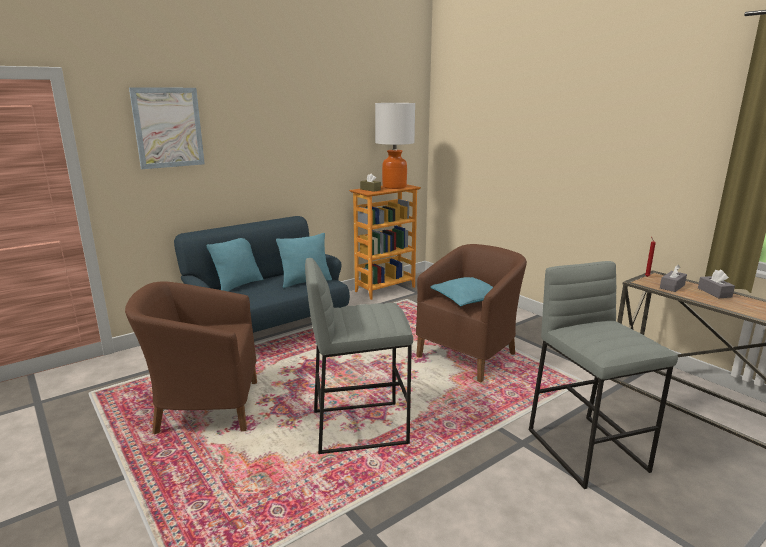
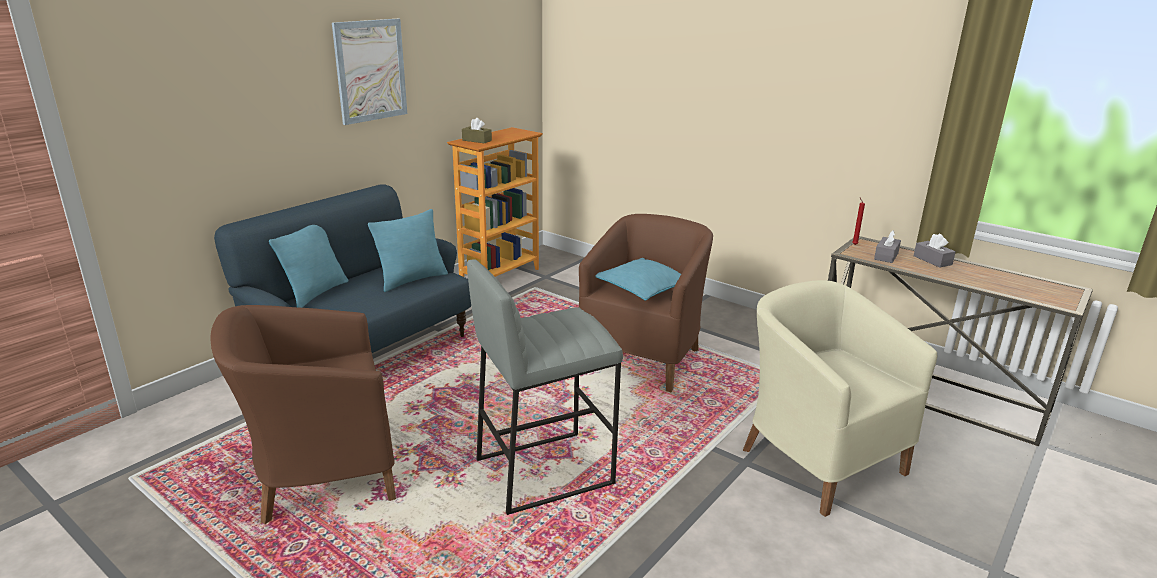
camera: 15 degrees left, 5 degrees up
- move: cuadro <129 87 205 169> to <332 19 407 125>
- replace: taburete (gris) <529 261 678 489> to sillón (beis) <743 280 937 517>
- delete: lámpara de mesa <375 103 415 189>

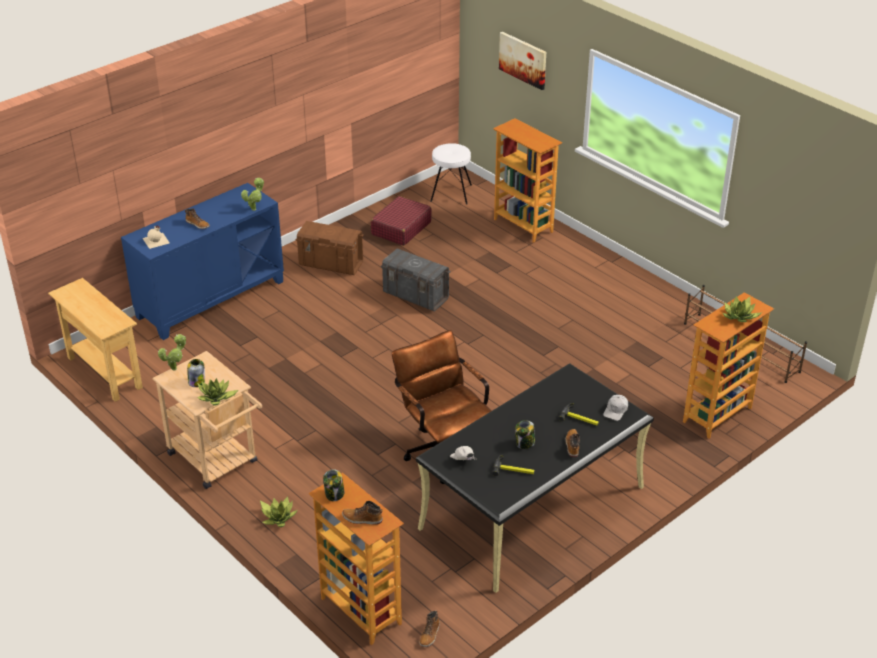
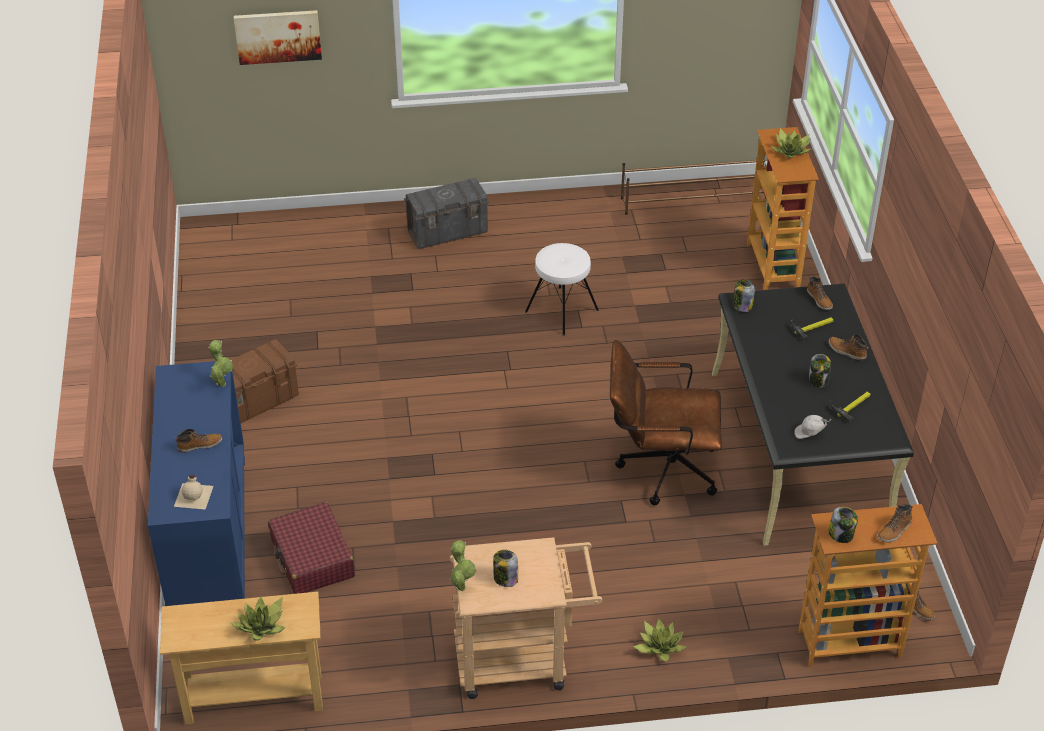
camera: 55 degrees left, 5 degrees up
- move: planta en maceta <197 378 238 405> to <231 597 286 641>
- move: maleta (rojo) <371 196 432 246> to <268 502 355 594>
- move: caja de almacenaje (gris) <381 248 451 312> to <404 178 489 249>
- move: taburete (blanco) <430 143 472 204> to <525 243 599 336>
- insert: tarro <733 279 755 312>
- replace: gorra (blanco) <603 395 628 421> to bota <807 276 833 310>
- delete: estantería <493 119 562 243>

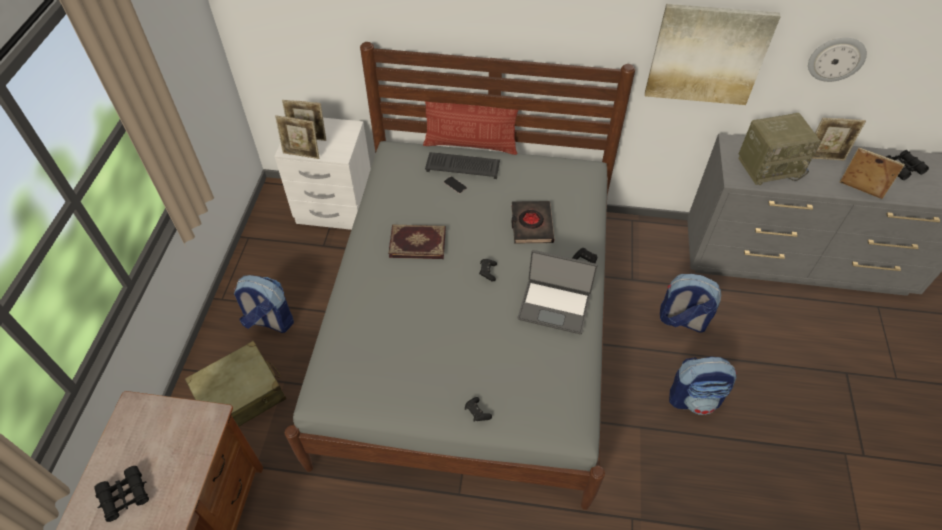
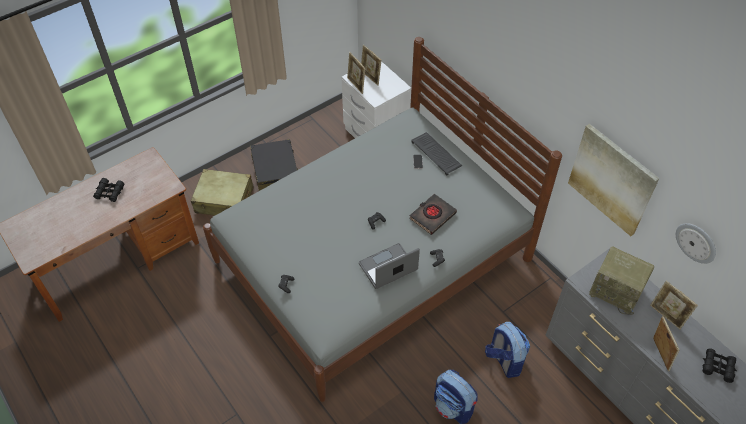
camera: 45 degrees right, 0 degrees up
- replace: mochila <234 275 294 333> to maleta (negro) <250 139 298 191>
- rotate: portátil <518 250 598 334> = <359 243 420 289> 90 degrees clockwise
- delete: libro <388 225 446 259>
- delete: cojín <423 102 519 155>

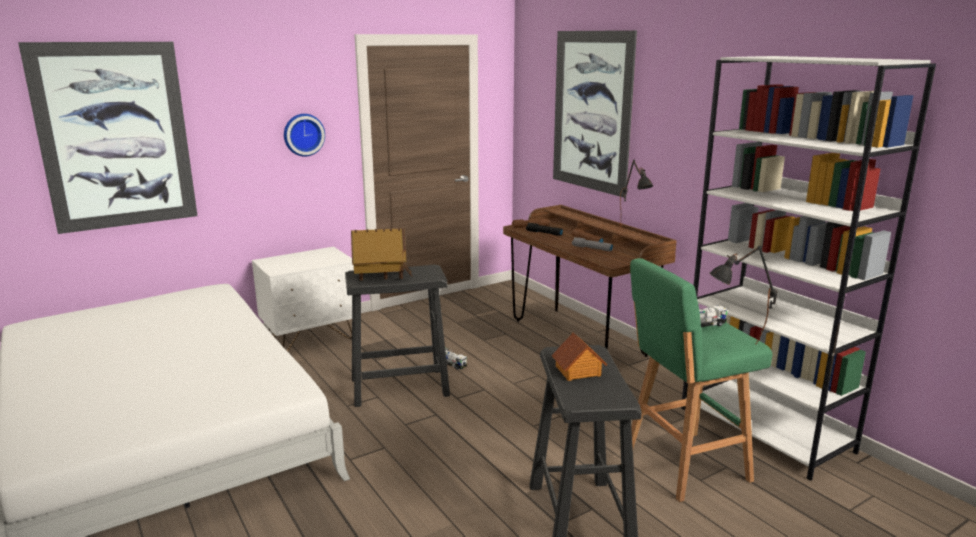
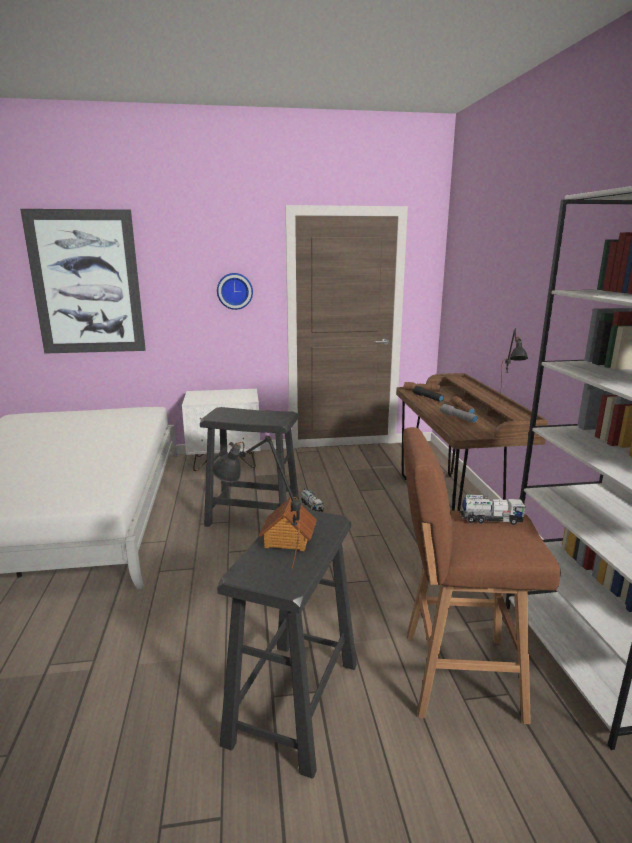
camera: 25 degrees right, 0 degrees up
- move: lámpara de mesa (negro) <709 245 778 344> to <211 435 301 569>
- recolor: taburete (verde) <630 258 772 502> to taburete (marrón) <403 427 561 724>
- delete: casita <351 228 412 281>
- delete: cuadro <553 30 637 197>

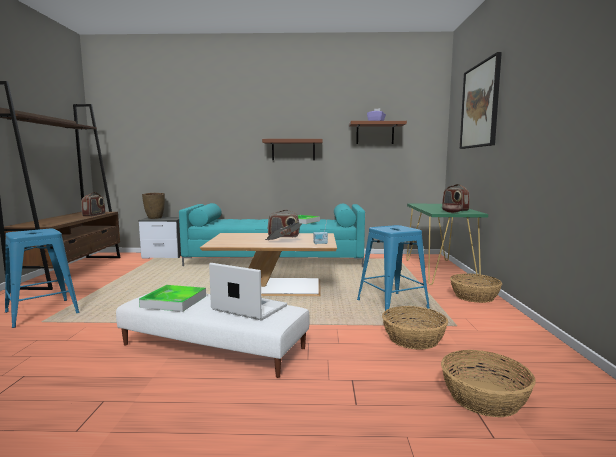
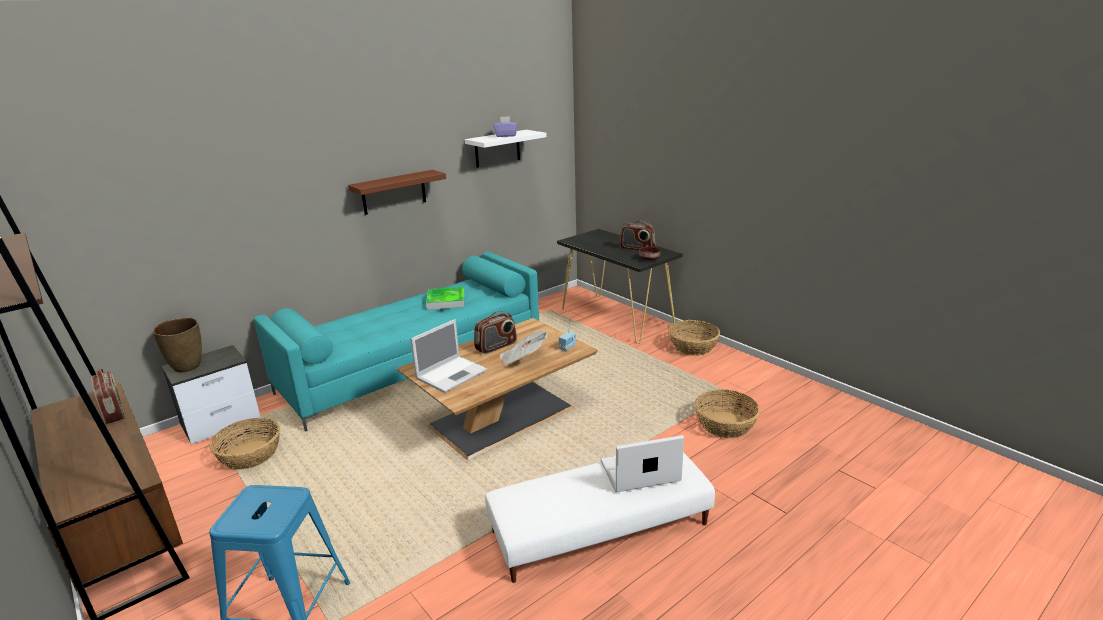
camera: 40 degrees left, 15 degrees up
- move: cesta <441 350 536 417> to <209 418 280 470>
- insert: portátil <410 319 487 393>
- recolor: estante (marrón) <349 121 407 144> to estante (blanco) <465 130 547 168>
- recolor: mesa consola (verde) <406 204 488 285> to mesa consola (negro) <557 229 682 344>
- delete: bandeja <139 285 206 312>
- delete: taburete (azul) <357 225 430 312>
- delete: cuadro <460 52 502 149>

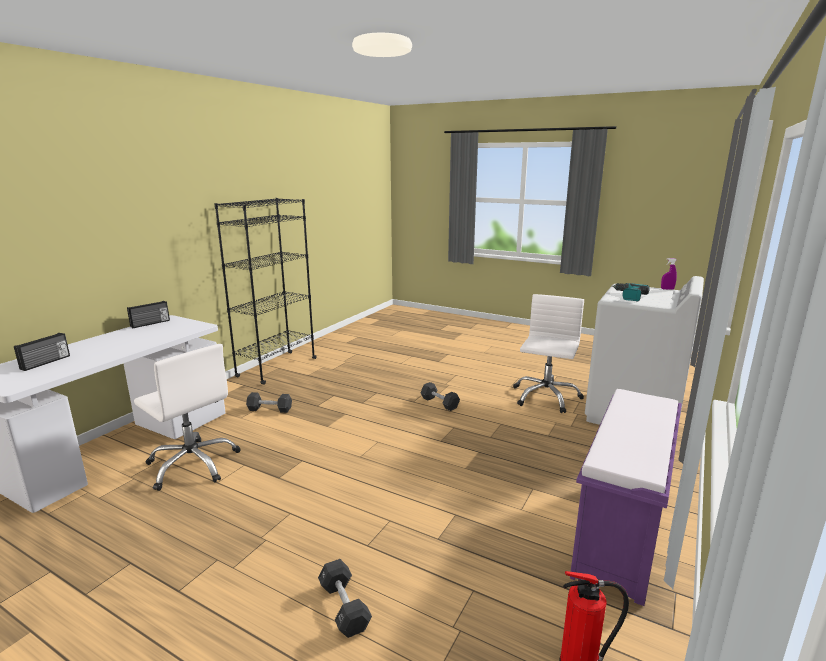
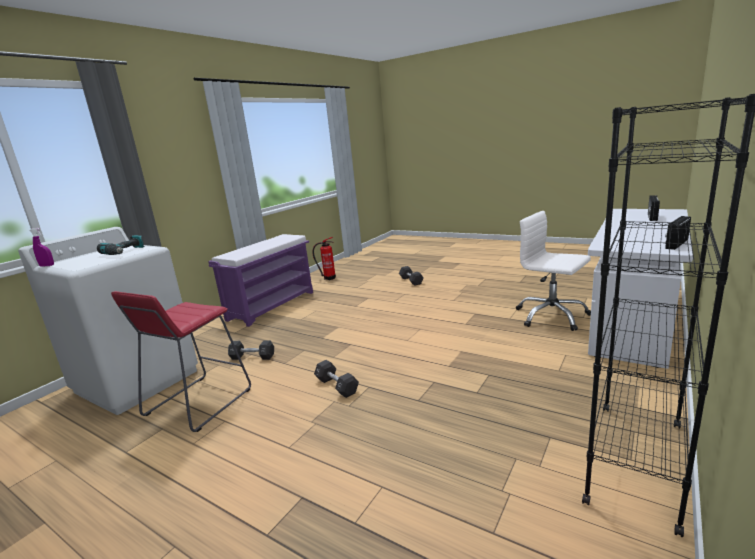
camera: 175 degrees left, 0 degrees up
- replace: silla de oficina (blanco) <513 294 584 413> to taburete (rojo) <111 291 251 432>
- move: mancuerna (negro) <246 392 292 413> to <228 340 274 360>

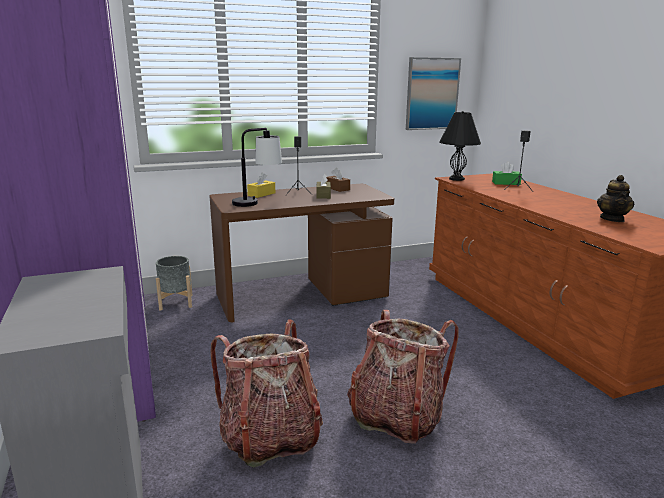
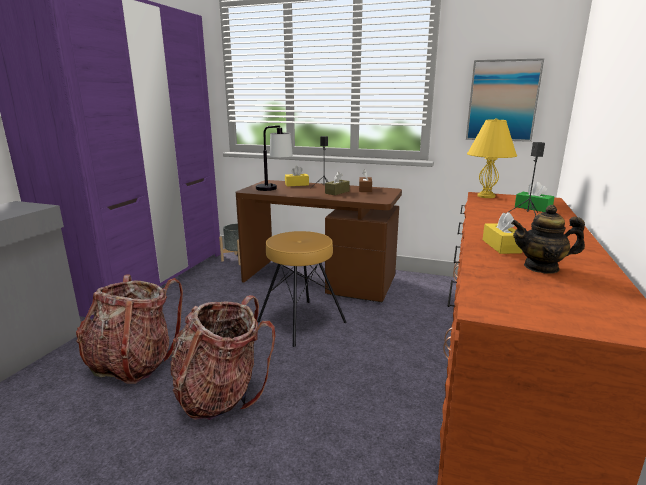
camera: 40 degrees right, 0 degrees up
- insert: taburete (marrón) <257 231 347 347>
- recolor: lámpara de mesa (negro) <439 111 481 181> to lámpara de mesa (amarillo) <467 118 517 198>
- insert: caja de pañuelos (amarillo) <482 212 522 254>
- rotate: tetera <597 175 634 222> = <511 205 585 274> 45 degrees clockwise

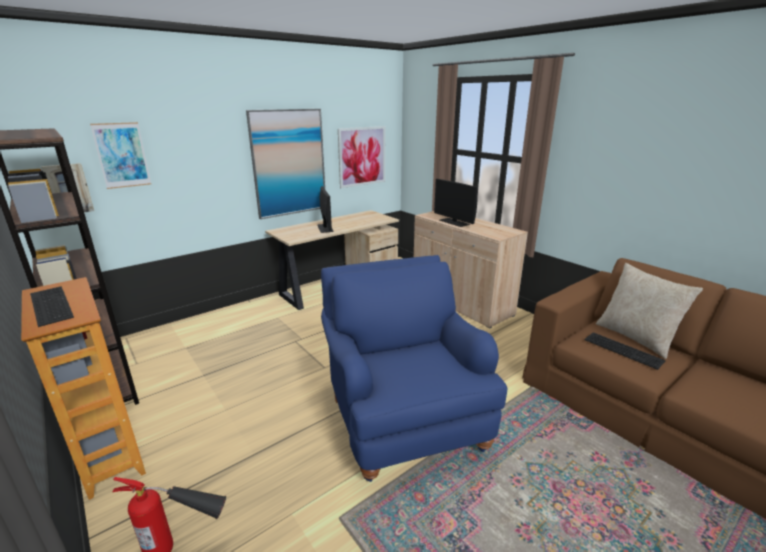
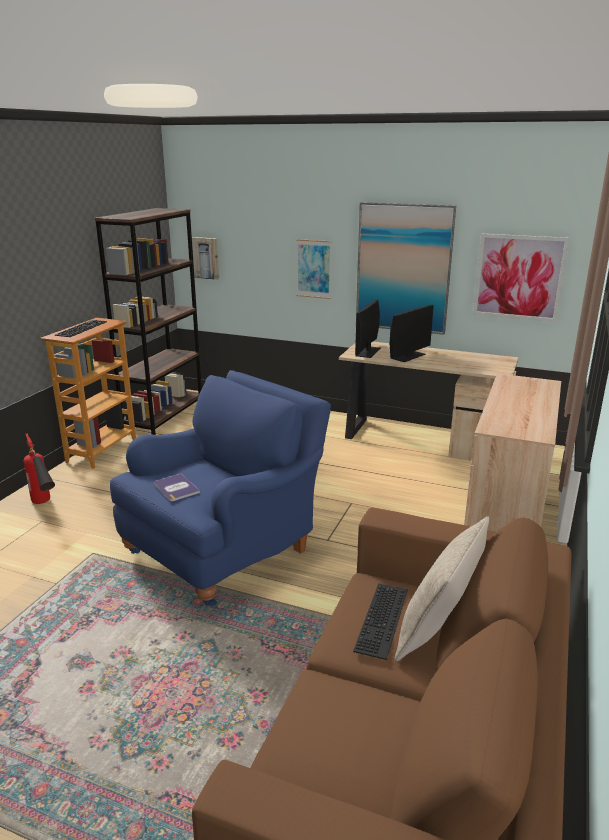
camera: 60 degrees right, 0 degrees up
- insert: libro <154 474 200 501>
- move: cuadro <90 122 151 189> to <296 239 332 299>
- move: monitor <434 179 478 227> to <355 299 381 358>

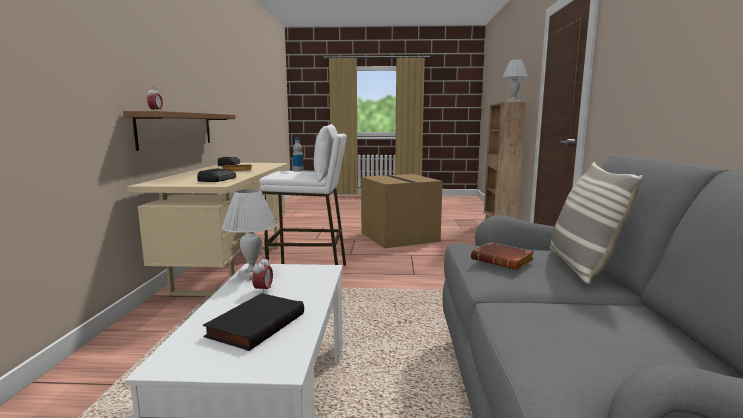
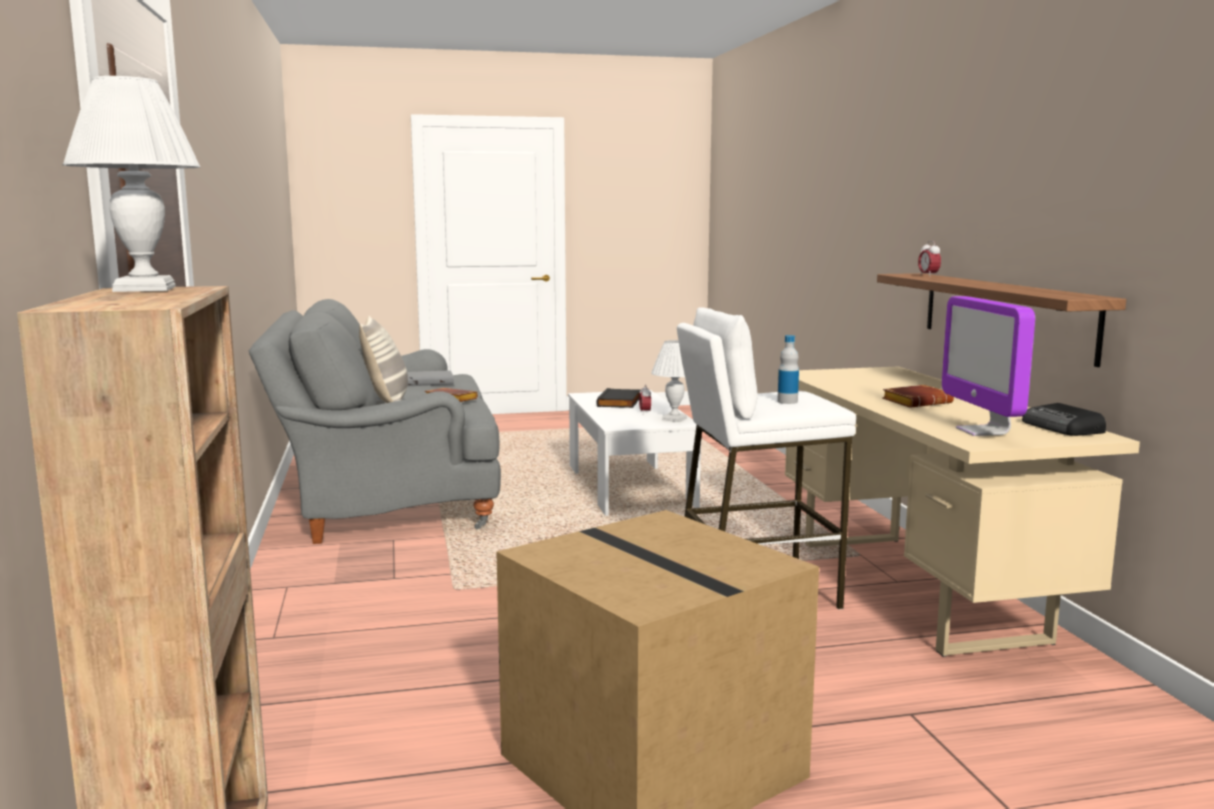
camera: 165 degrees right, 0 degrees up
- insert: libro (gris) <407 370 454 386>
- insert: monitor <942 296 1035 436>
- delete: radio <197 168 236 182>

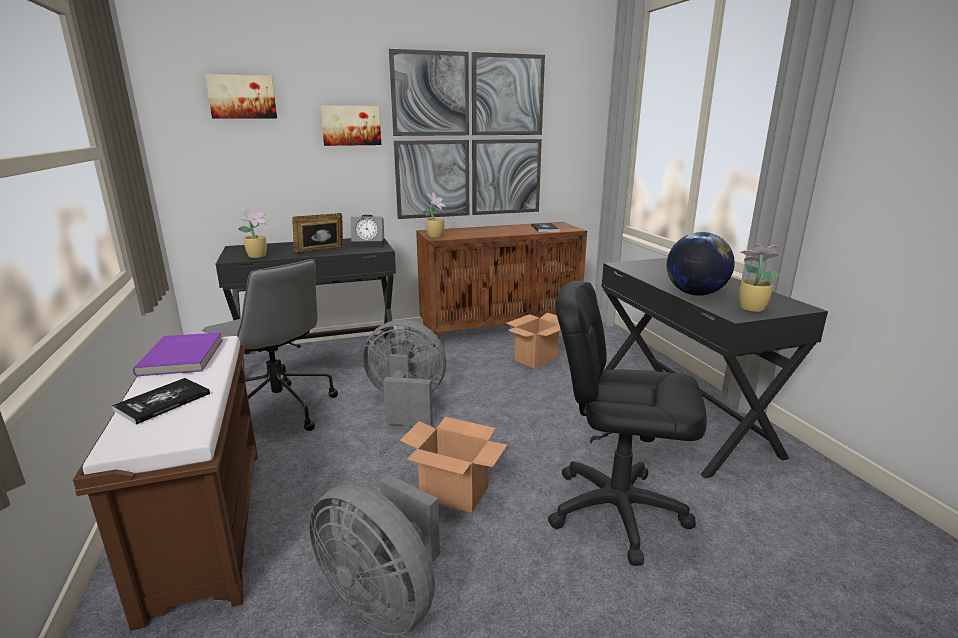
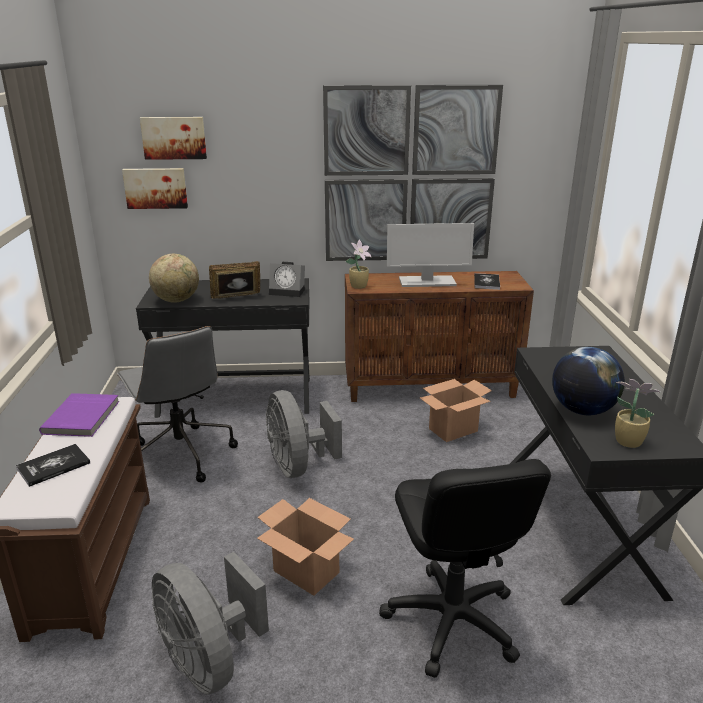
camera: 15 degrees right, 5 degrees up
- move: cuadro <320 105 381 146> to <122 168 188 209>
- replace: planta en maceta <238 206 267 258> to globo terráqueo <149 254 199 303>
- rotate: ventilador (gris) <362 320 446 426> = <266 390 342 478> 135 degrees counterclockwise
- rotate: silla de oficina (negro) <548 281 707 566> = <379 459 551 678> 135 degrees counterclockwise
- insert: monitor <387 223 474 287>

